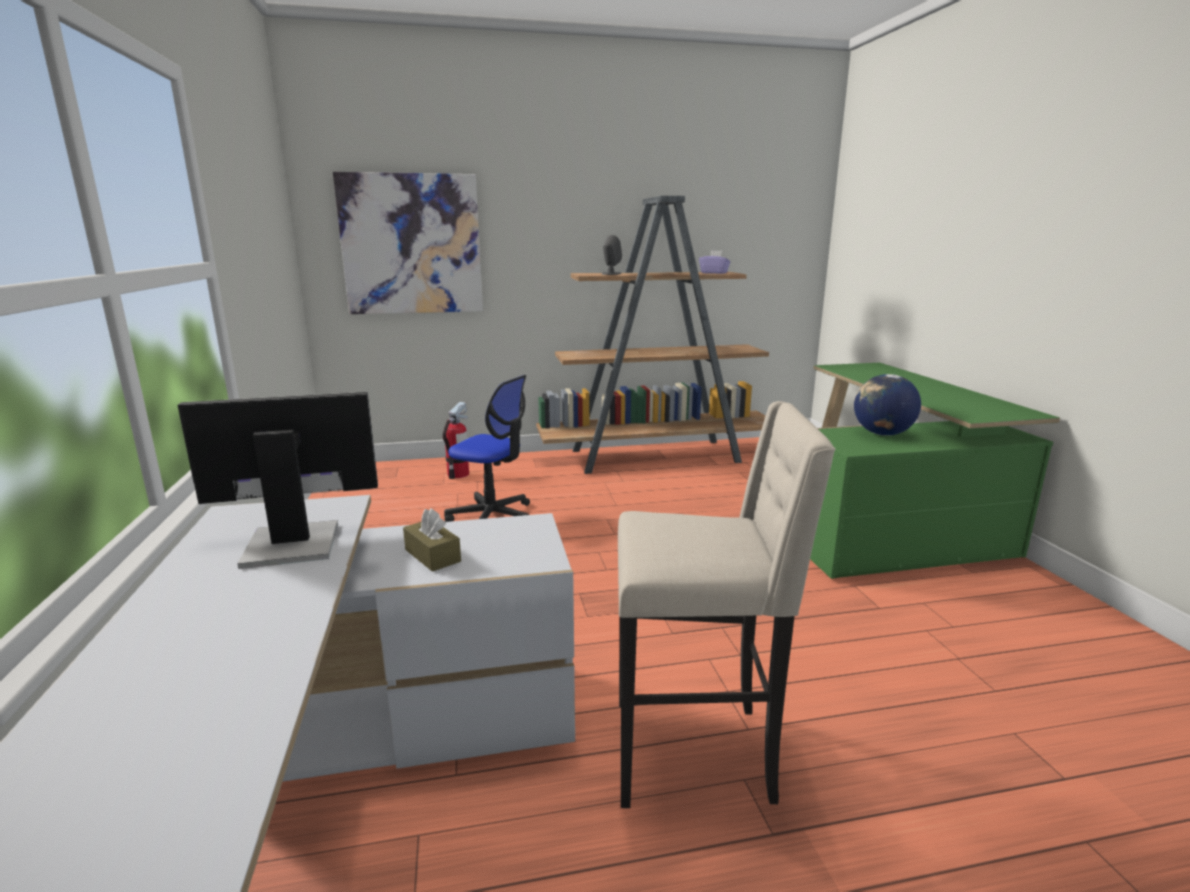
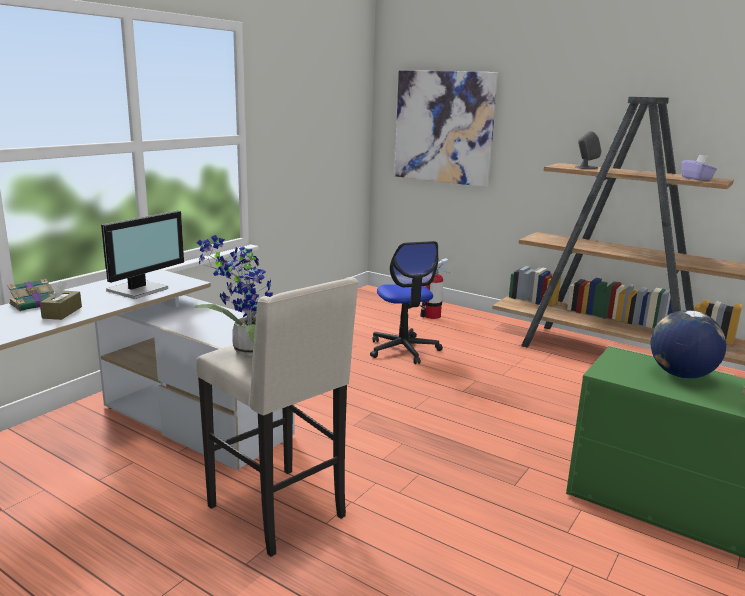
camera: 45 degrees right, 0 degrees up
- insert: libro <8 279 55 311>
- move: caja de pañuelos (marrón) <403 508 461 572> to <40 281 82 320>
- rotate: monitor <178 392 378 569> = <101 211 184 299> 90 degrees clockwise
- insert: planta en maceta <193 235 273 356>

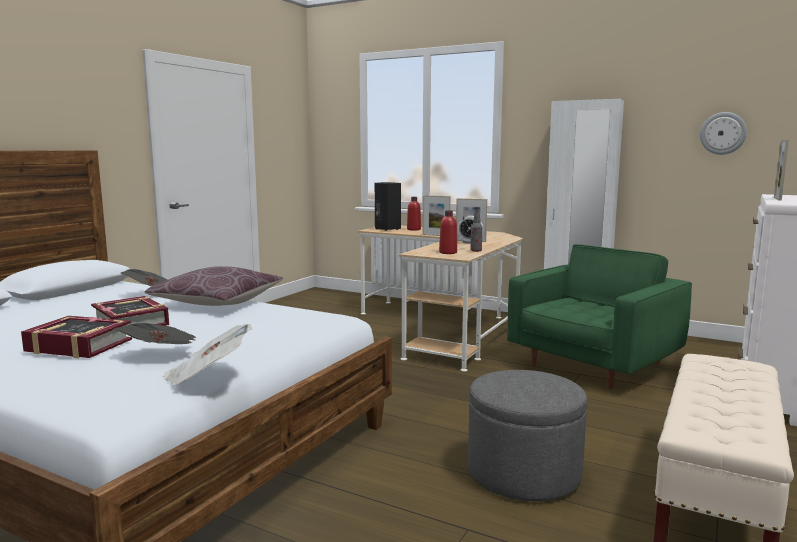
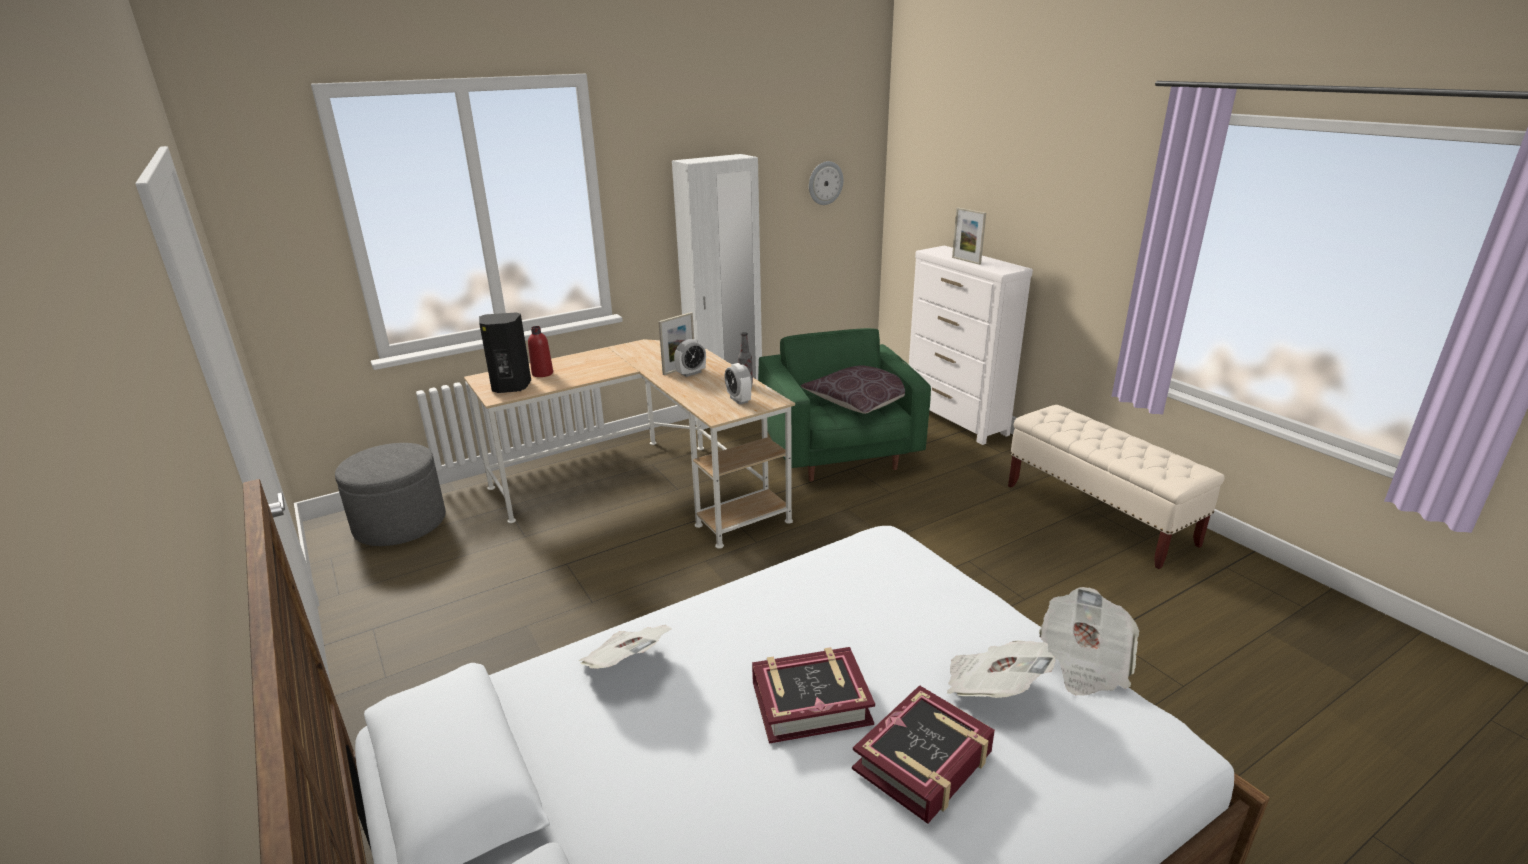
camera: 60 degrees left, 15 degrees up
- move: puf (gris) <468 370 587 501> to <335 443 446 546>
- replace: botella (rojo) <439 211 457 254> to despertador <725 363 752 405>
- move: cojín (marrón) <145 266 283 306> to <801 365 905 414>
- delete: portarretratos <423 195 451 236>

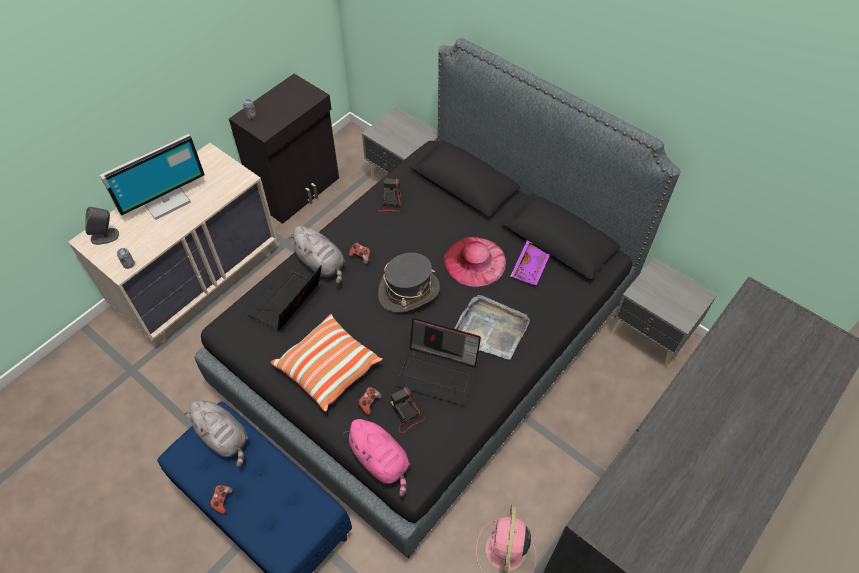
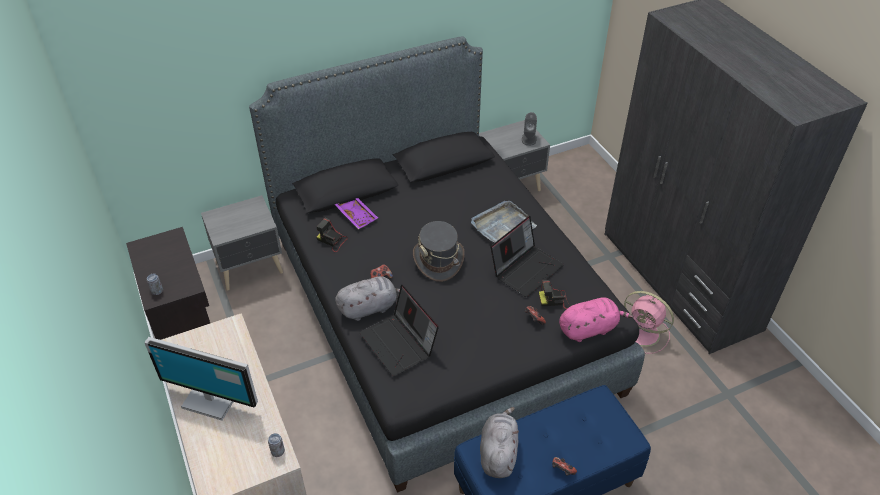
camera: 65 degrees left, 10 degrees down
- rotate: monitor <100 134 205 220> = <144 337 258 420> 120 degrees clockwise
- move: bandeja (morado) <510 240 550 285> to <334 198 378 230>
- rotate: peluche (gris) <184 400 248 467> = <480 407 519 478> 60 degrees counterclockwise
- move: altavoz (gris) <85 207 119 245> to <522 112 537 146>
- delete: cojín <270 314 383 412>
- delete: sombrero (rosa) <444 237 506 287>

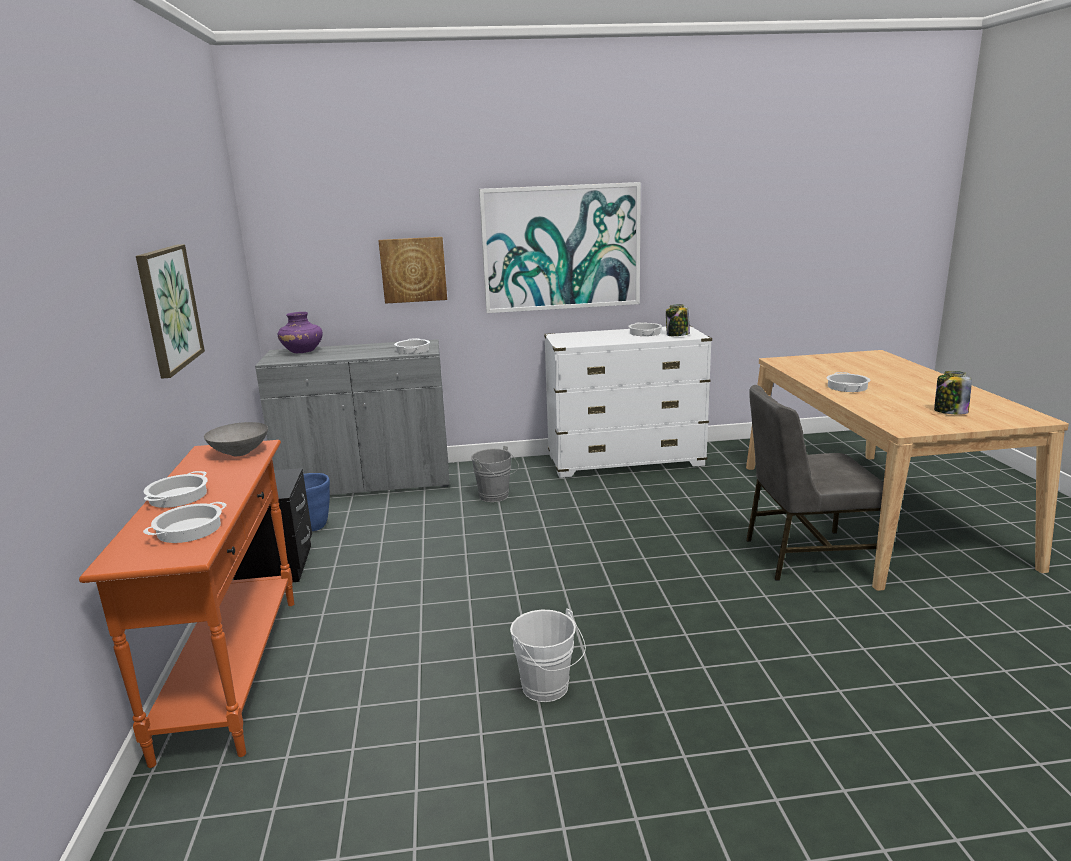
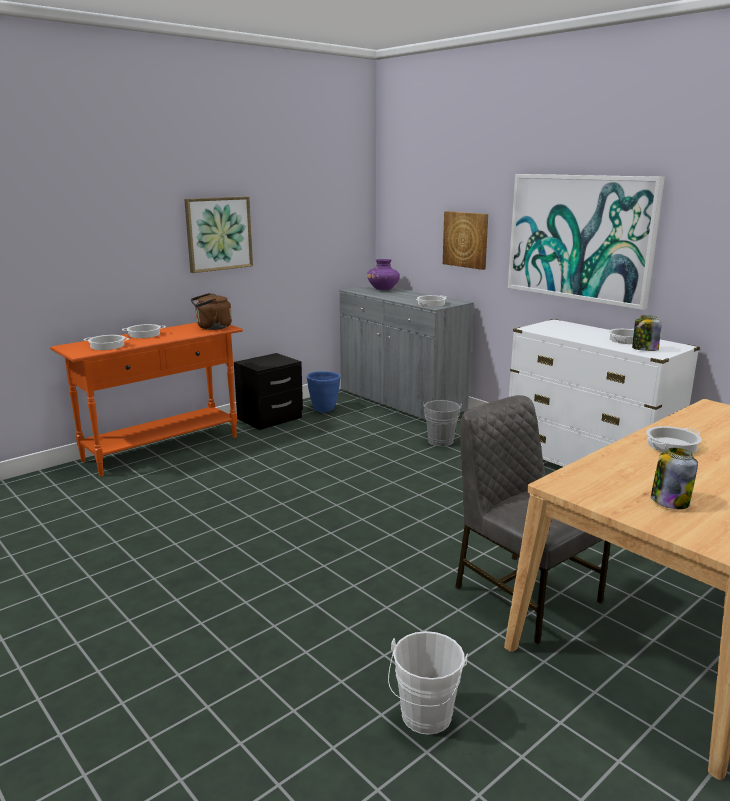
camera: 55 degrees right, 0 degrees up
- replace: cuenco (gris) <204 422 268 456> to hervidor (marrón) <191 293 232 330>
- move: cubo (blanco) <510 608 586 702> to <388 631 468 735>

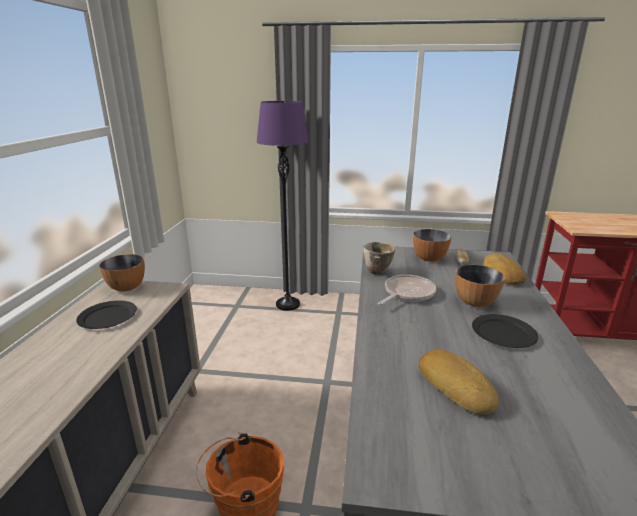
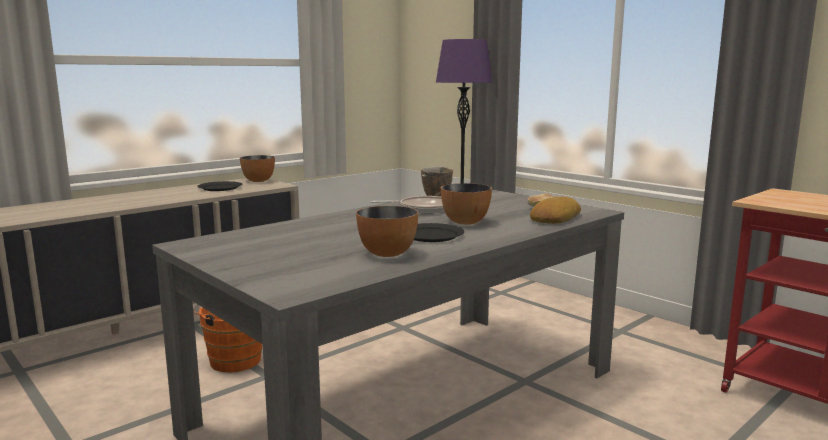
camera: 40 degrees right, 10 degrees down
- move: cuenco <413 229 451 262> to <356 206 418 257>
- delete: pan <419 350 499 415>

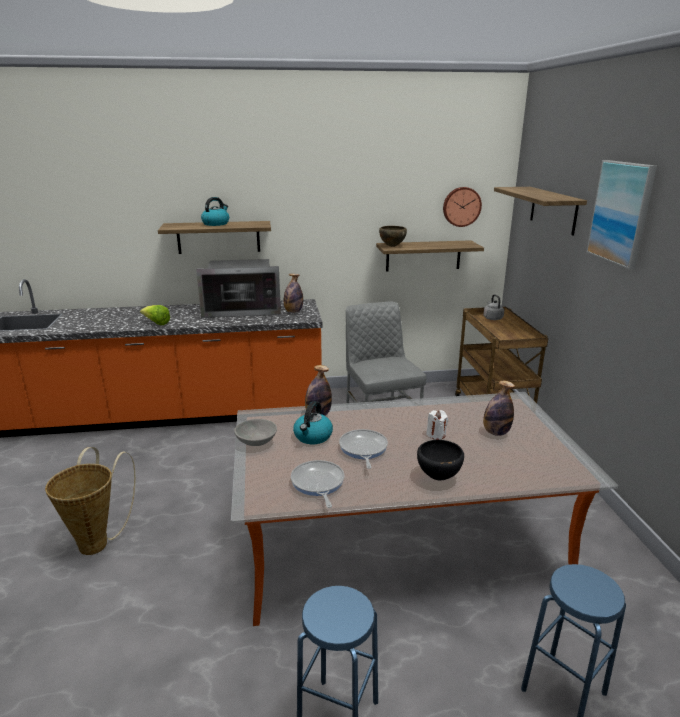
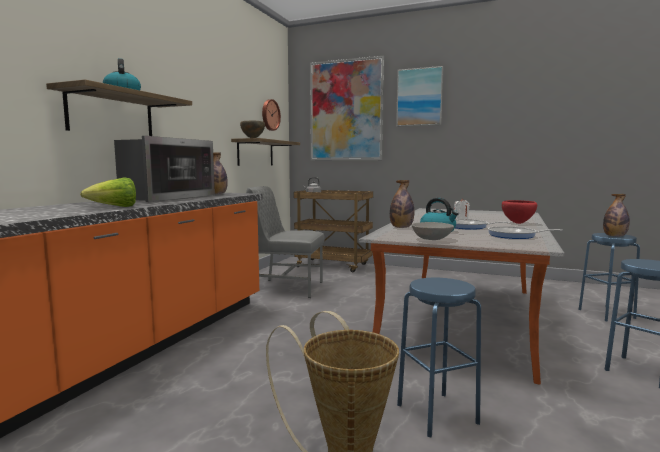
camera: 60 degrees left, 15 degrees down
- replace: estante <494 187 587 236> to cuadro <310 56 384 160>
- insert: taburete (azul) <397 278 481 437>
- recolor: cuenco (negro) <417 440 464 480> to cuenco (rojo) <501 200 537 224>
- move: botella <483 380 515 436> to <603 194 630 237>

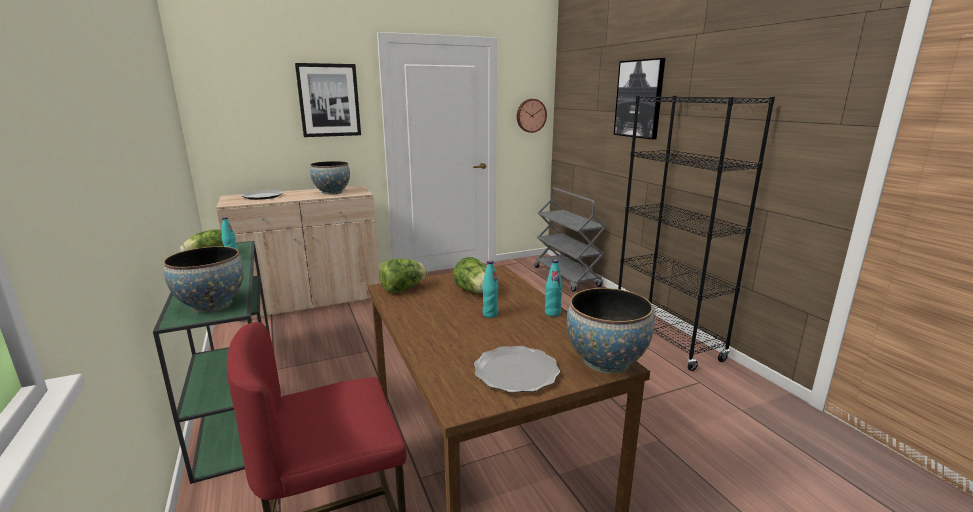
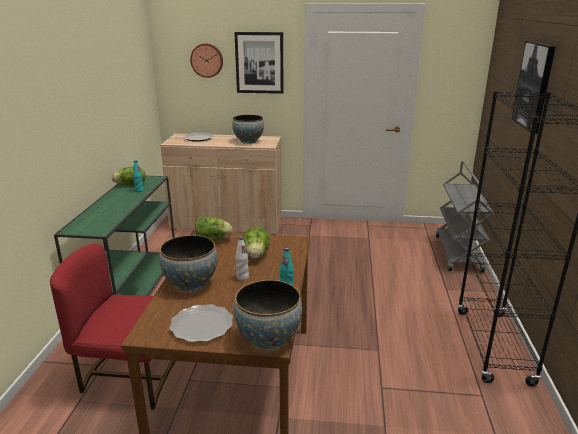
camera: 30 degrees right, 5 degrees up
- move: cuenco <163 246 244 312> to <159 235 217 292>
- move: reloj de pared <517 99 547 133> to <190 43 223 78>
- recolor: botella (turquesa) <482 260 498 318> to botella (blanco) <235 237 249 281>

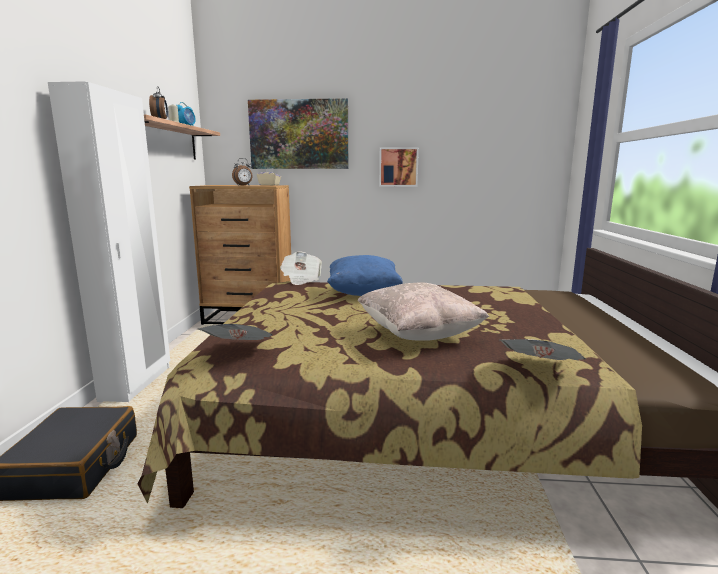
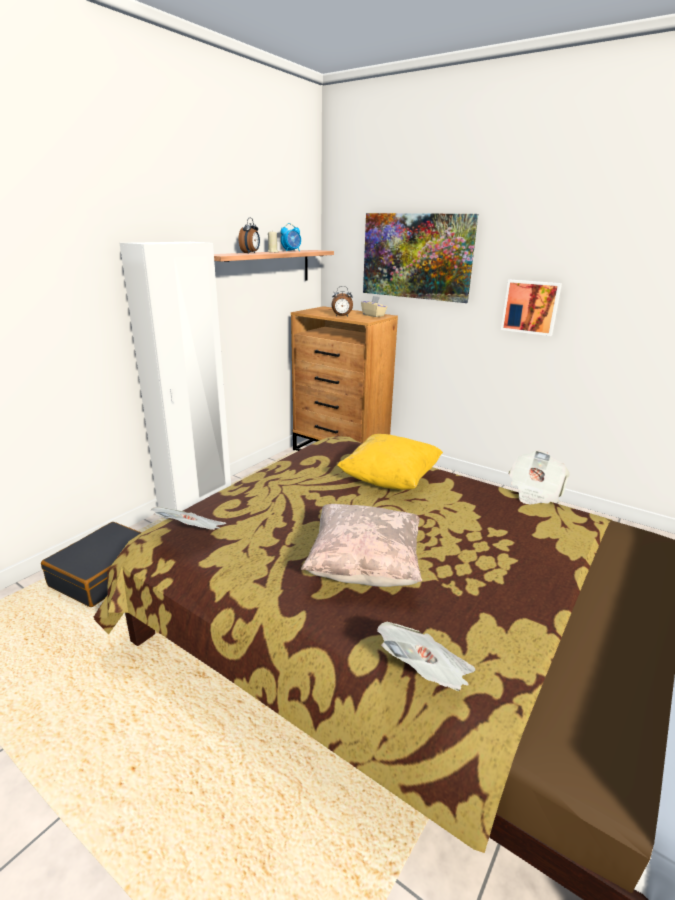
camera: 30 degrees right, 10 degrees up
- recolor: cojín (azul) <327 255 403 296> to cojín (amarillo) <337 434 443 490>
- move: periódico <280 252 322 285> to <509 450 570 504>

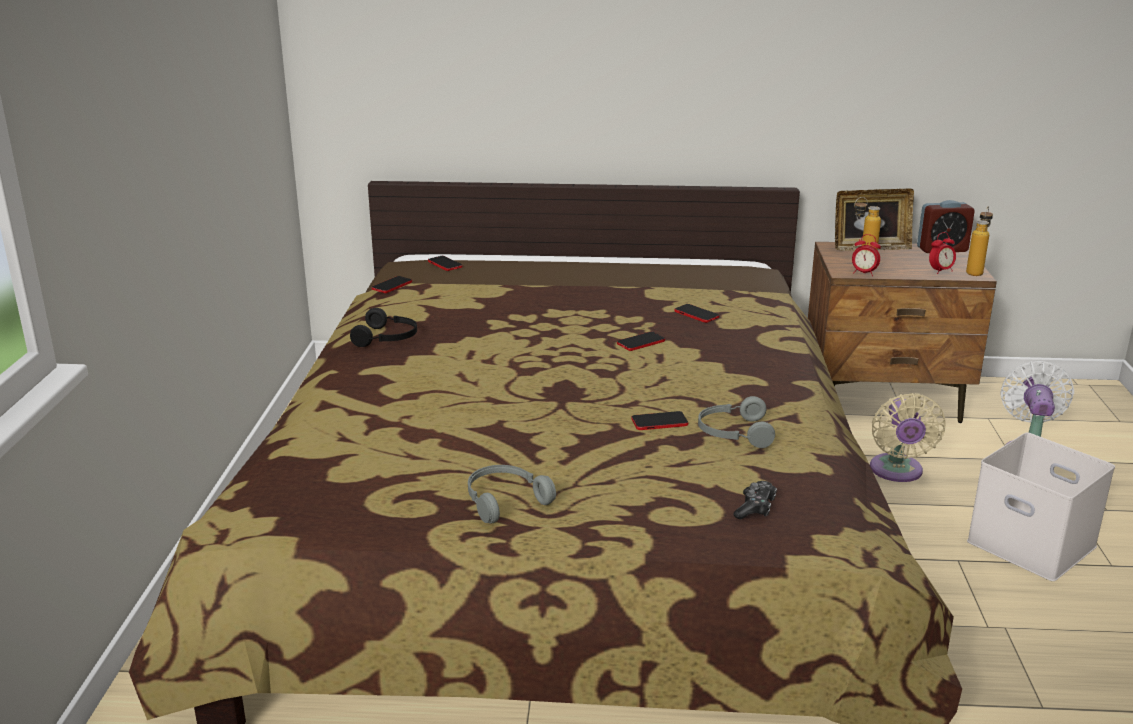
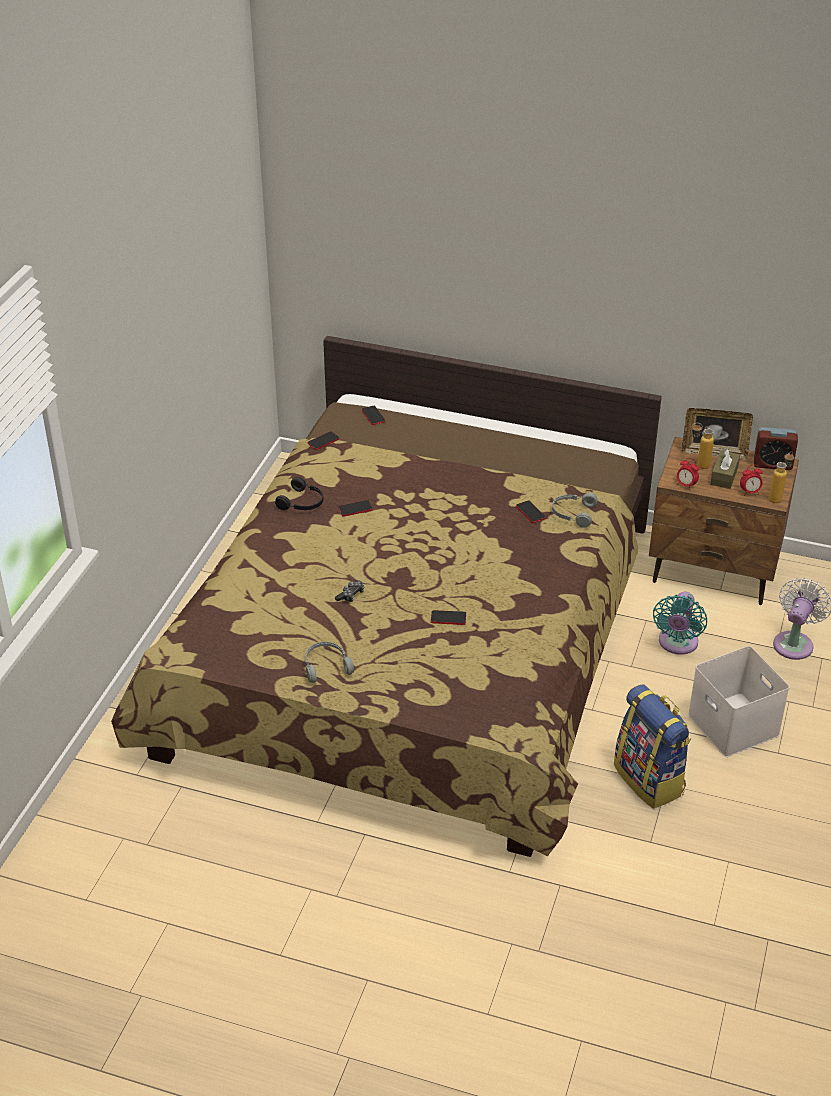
camera: 15 degrees right, 15 degrees up
- move: mando de consola <734 481 777 519> to <335 580 365 602>
- move: móvil <617 332 665 351> to <338 500 373 517>
- move: auriculares (gris) <698 396 775 448> to <552 493 598 528>
- insert: mochila <614 684 691 809>
- recolor: ventilador (beis) <870 393 946 482> to ventilador (turquesa) <653 592 707 655>
- insert: caja de pañuelos (marrón) <710 448 740 489>

